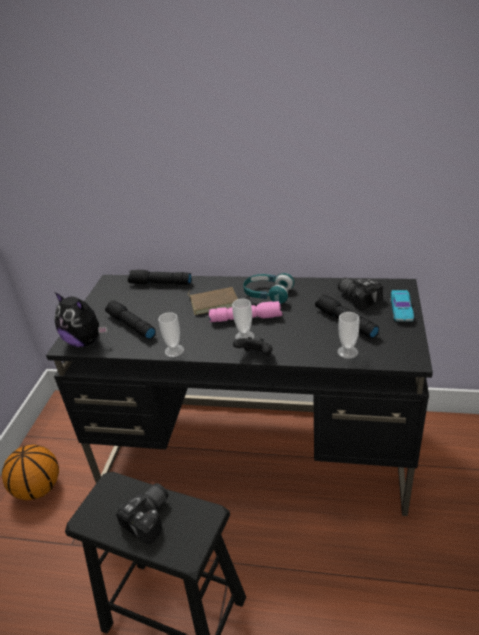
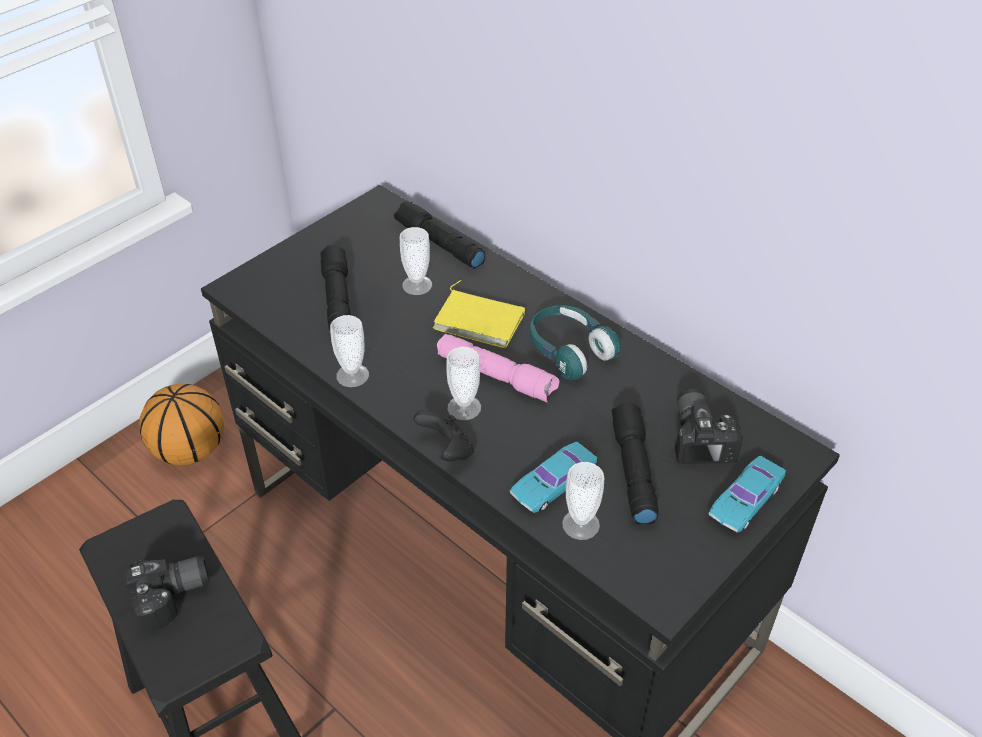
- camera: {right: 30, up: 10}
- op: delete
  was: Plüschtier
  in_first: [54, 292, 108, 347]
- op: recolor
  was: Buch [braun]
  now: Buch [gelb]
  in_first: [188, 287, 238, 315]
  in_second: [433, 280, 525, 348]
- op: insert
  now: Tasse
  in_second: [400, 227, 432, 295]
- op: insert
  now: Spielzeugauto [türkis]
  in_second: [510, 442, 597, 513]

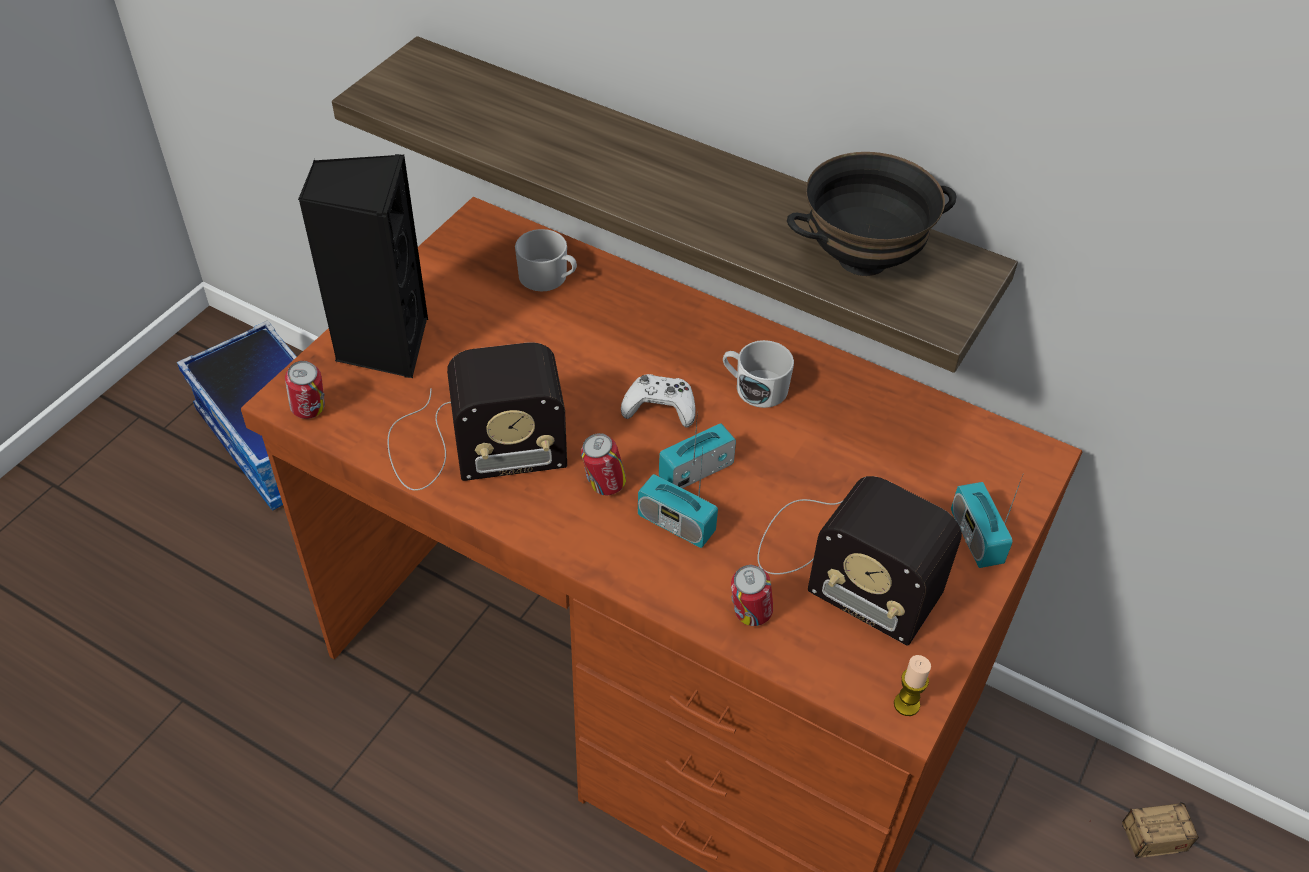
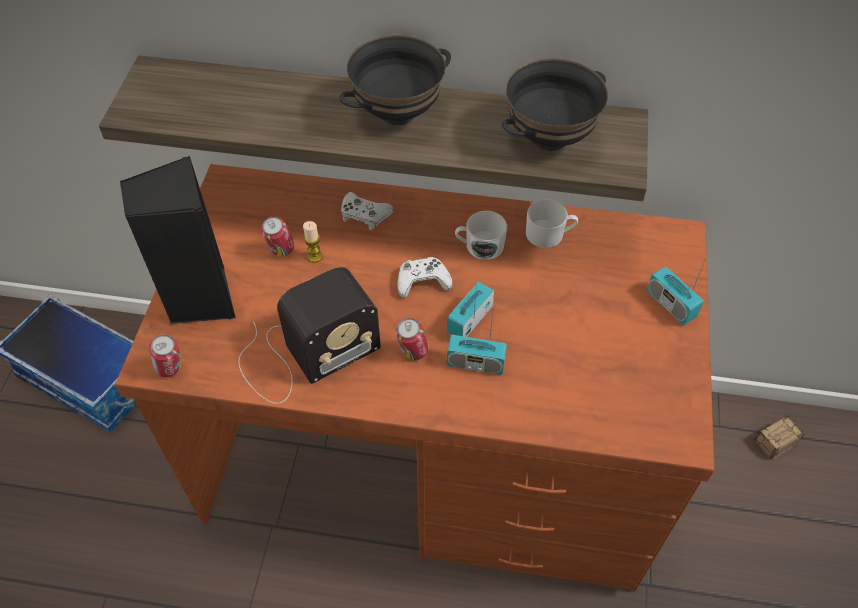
- camera: {right: -20, up: 5}
- op: move
  was: Henkelbecher [weiß]
  in_first: [515, 229, 577, 291]
  in_second: [526, 199, 578, 248]
- op: move
  was: Dose
  in_first: [731, 565, 773, 626]
  in_second: [262, 217, 294, 257]
- op: delete
  was: Radio
  in_first: [757, 476, 962, 646]
- op: move
  was: Kerze
  in_first: [894, 655, 931, 716]
  in_second: [303, 221, 323, 263]
- op: insert
  now: Schüssel [schwarz]
  in_second: [340, 35, 451, 125]
- op: insert
  now: Gamepad [weiß]
  in_second: [341, 192, 393, 230]

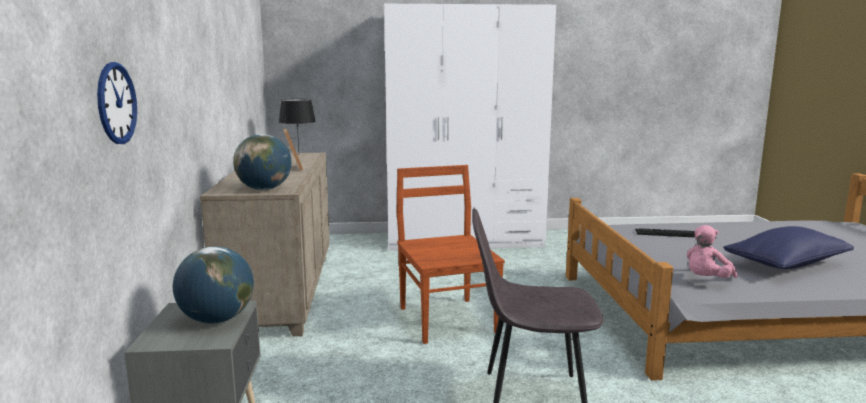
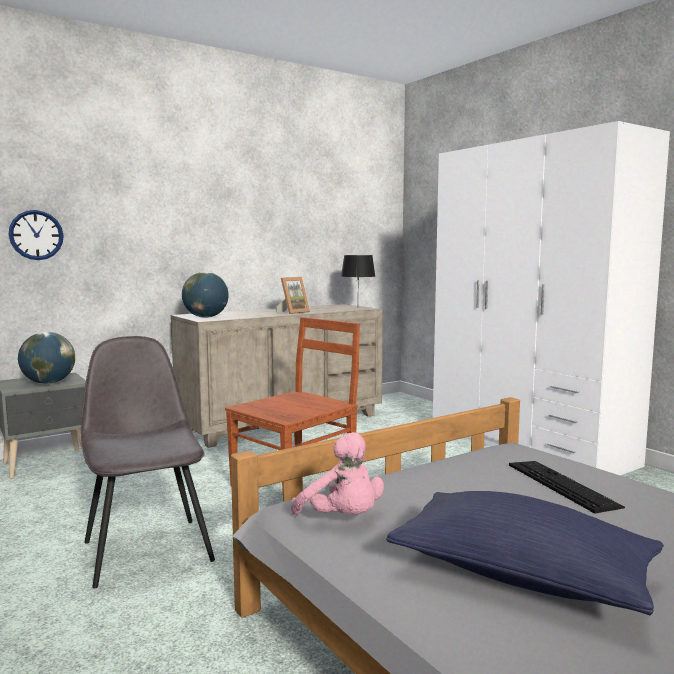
- camera: {right: 60, up: -5}
- op: rotate
  was: Plüschtier [rosa]
  in_first: [687, 225, 737, 278]
  in_second: [291, 432, 384, 515]
  clockwise: -150

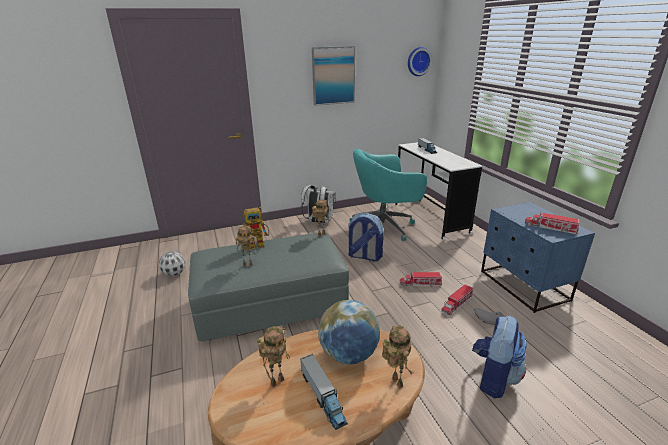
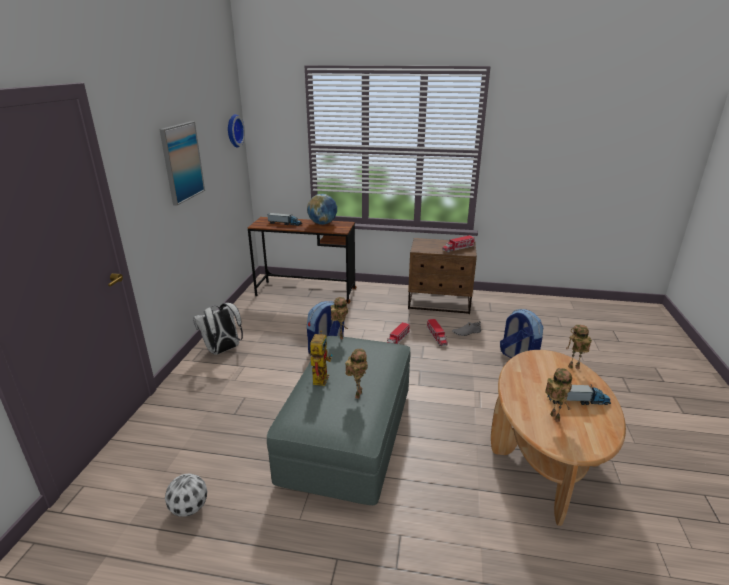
- camera: {right: -60, up: 0}
- op: move
  was: Globus
  in_first: [318, 300, 380, 365]
  in_second: [307, 194, 337, 225]
- op: delete
  was: Bürostuhl [türkis]
  in_first: [349, 148, 427, 241]
- op: recolor
  was: Schreibtisch [weiß]
  now: Schreibtisch [braun]
  in_first: [395, 142, 482, 241]
  in_second: [248, 217, 356, 304]
- op: recolor
  was: Nachttisch [blau]
  now: Nachttisch [braun]
  in_first: [481, 202, 595, 313]
  in_second: [408, 238, 477, 314]

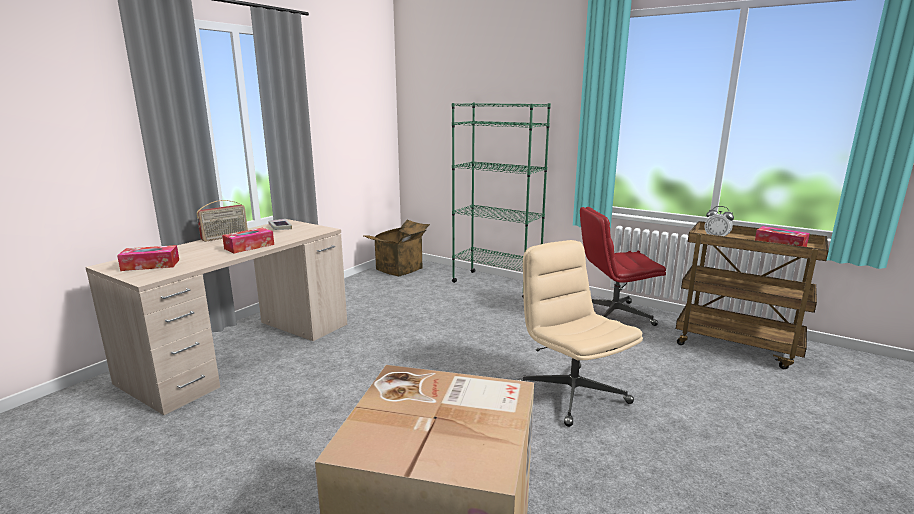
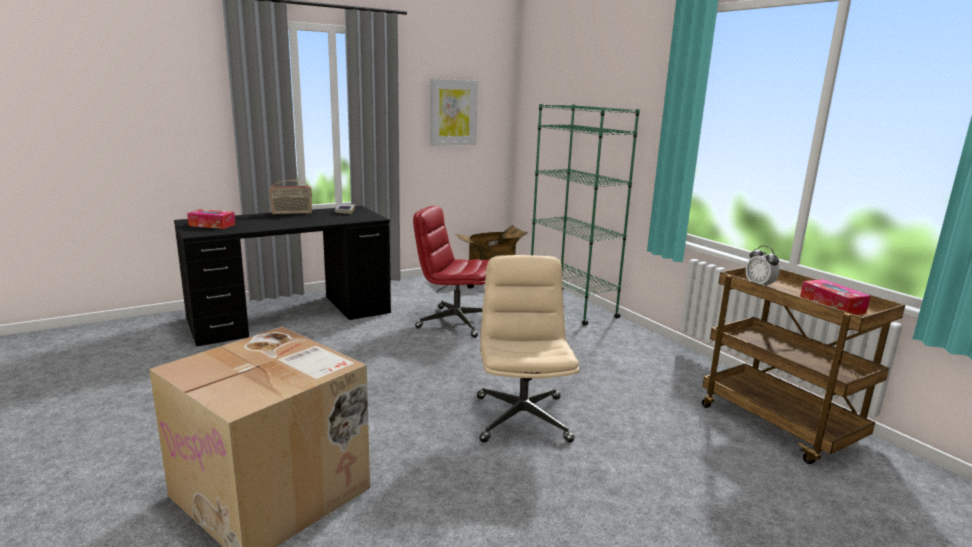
- camera: {right: 25, up: 0}
- op: recolor
  was: Schreibtisch [beige]
  now: Schreibtisch [schwarz]
  in_first: [85, 219, 347, 415]
  in_second: [174, 206, 391, 347]
- op: delete
  was: Taschentuchbox
  in_first: [222, 228, 274, 253]
- op: move
  was: Bürostuhl [rot]
  in_first: [580, 207, 666, 326]
  in_second: [413, 206, 489, 338]
- op: insert
  now: Bild
  in_second: [430, 79, 478, 146]

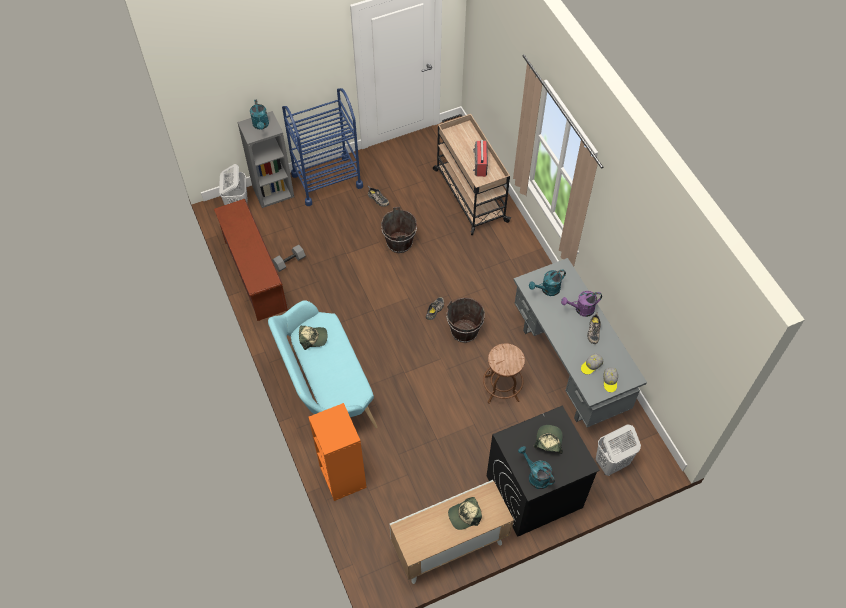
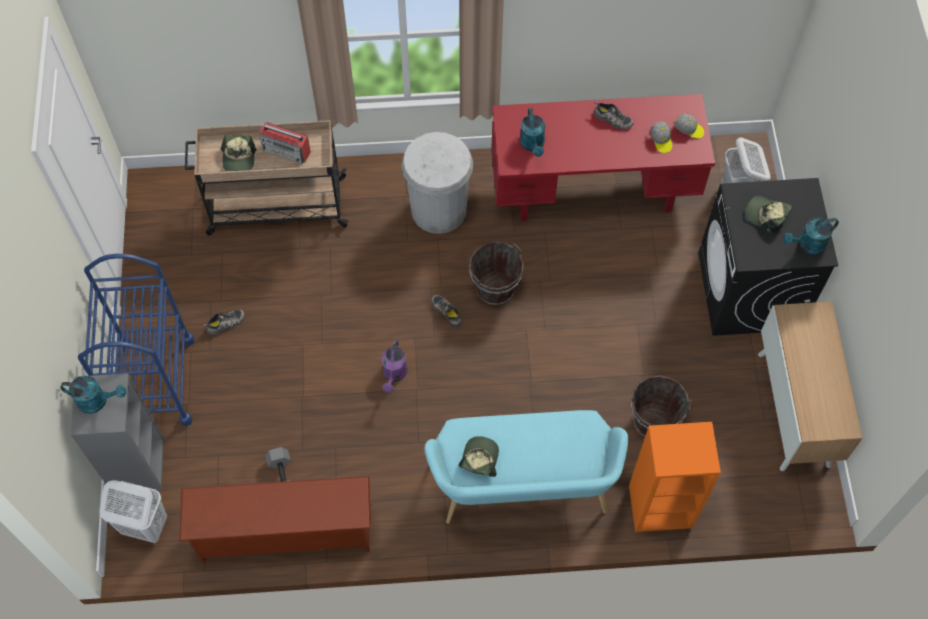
- camera: {right: -70, up: 5}
- op: move
  was: Eimer [braun]
  in_first: [381, 207, 417, 253]
  in_second: [631, 375, 691, 437]
- op: move
  was: Kappe
  in_first: [448, 497, 482, 530]
  in_second: [221, 135, 257, 171]
- op: delete
  was: Hocker [braun]
  in_first: [483, 343, 525, 403]
- op: recolor
  was: Schreibtisch [grau]
  now: Schreibtisch [rot]
  in_first: [513, 258, 647, 427]
  in_second: [491, 94, 715, 221]
- op: move
  was: Gießkanne [lila]
  in_first: [561, 291, 602, 317]
  in_second: [381, 340, 408, 393]
- op: insert
  now: Mülleimer [weiß]
  in_second: [401, 132, 473, 234]

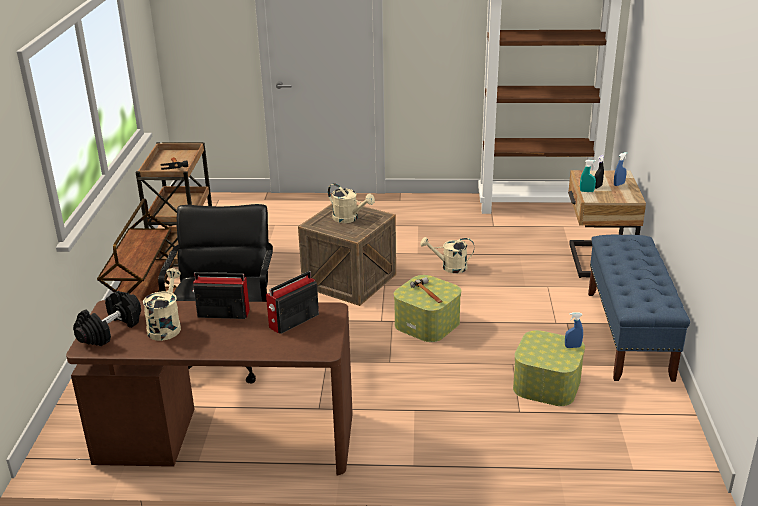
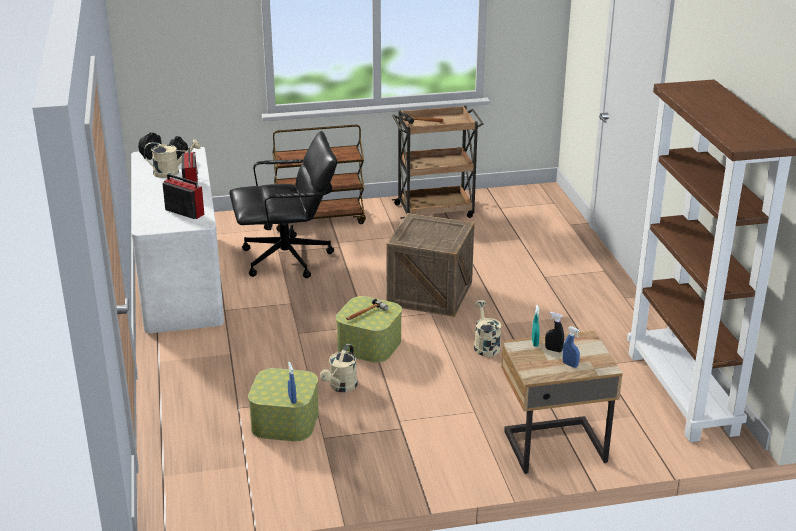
- camera: {right: 75, up: 0}
- op: recolor
  was: Schreibtisch [braun]
  now: Schreibtisch [weiß]
  in_first: [66, 300, 353, 476]
  in_second: [131, 147, 224, 333]
- op: move
  was: Gießkanne [beige]
  in_first: [328, 183, 375, 223]
  in_second: [320, 344, 358, 392]
- op: delete
  was: Bank [blau]
  in_first: [588, 234, 690, 382]

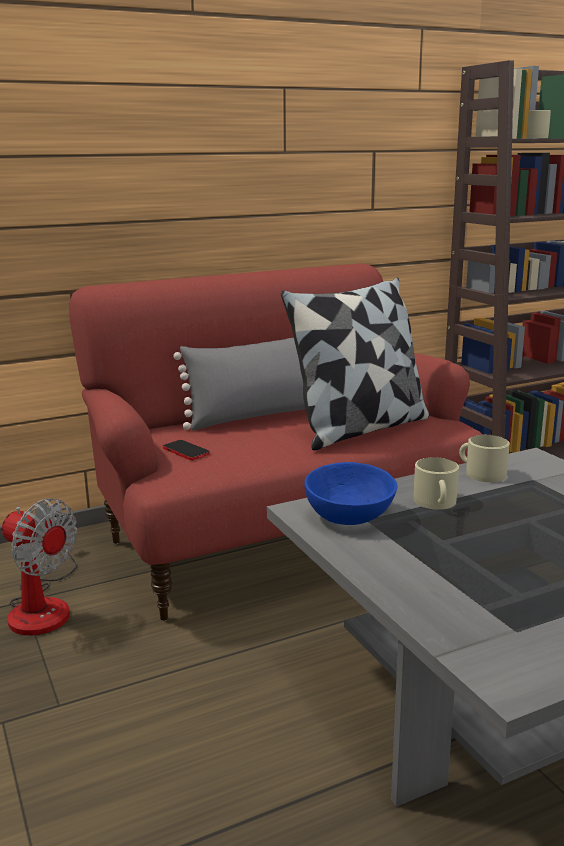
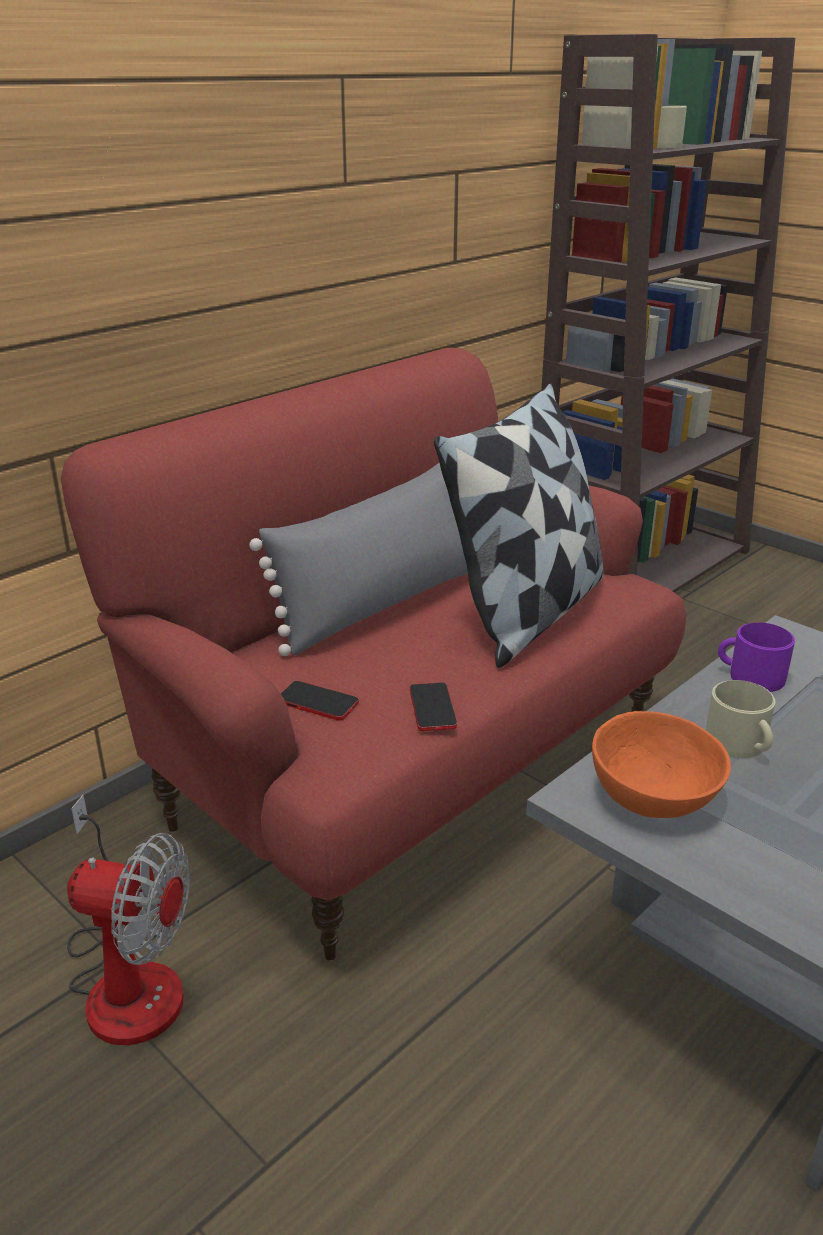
- camera: {right: -20, up: 10}
- op: recolor
  was: Schüssel [blau]
  now: Schüssel [orange]
  in_first: [304, 462, 397, 525]
  in_second: [592, 711, 731, 818]
- op: recolor
  was: Henkelbecher [beige]
  now: Henkelbecher [lila]
  in_first: [459, 435, 510, 482]
  in_second: [718, 623, 795, 692]
- op: insert
  now: Handy
  in_second: [410, 683, 457, 731]

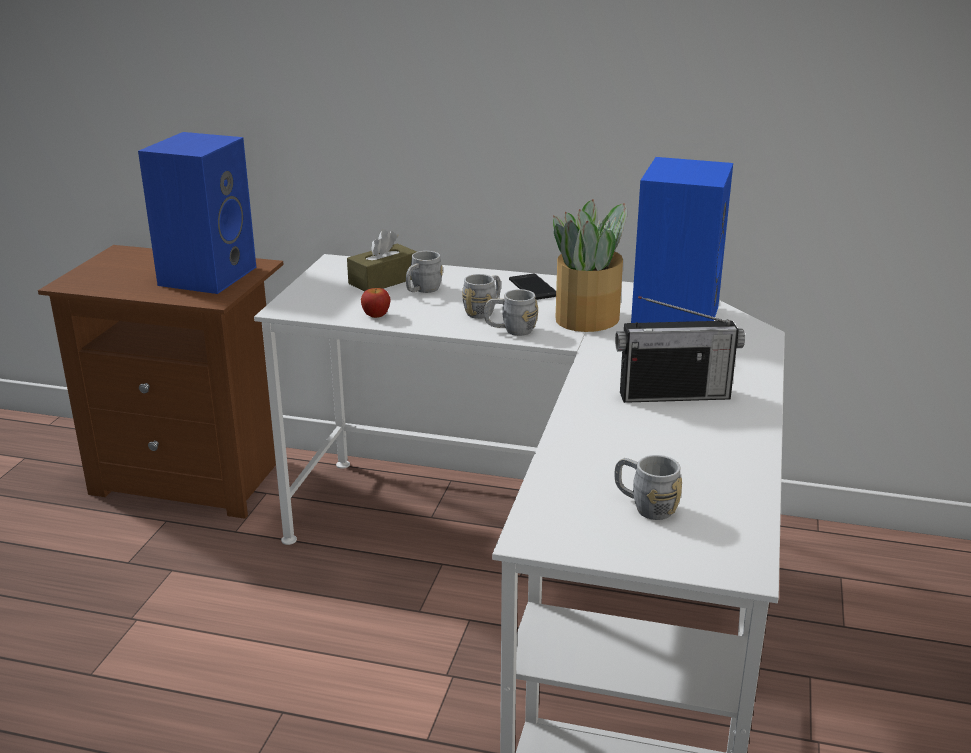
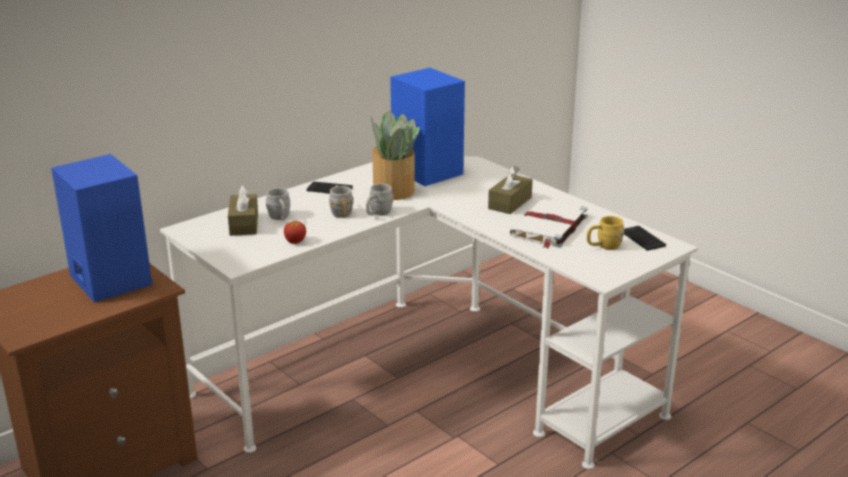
- camera: {right: -55, up: 0}
- op: recolor
  was: Henkelbecher [grau]
  now: Henkelbecher [gelb]
  in_first: [614, 455, 682, 520]
  in_second: [587, 216, 624, 250]
- op: replace
  was: Radio
  now: Taschentuchbox [braun]
  in_first: [615, 296, 745, 403]
  in_second: [488, 166, 533, 214]
- op: insert
  now: Buch [weiß]
  in_second: [509, 199, 588, 249]
- op: insert
  now: Handy
  in_second: [624, 226, 666, 251]

